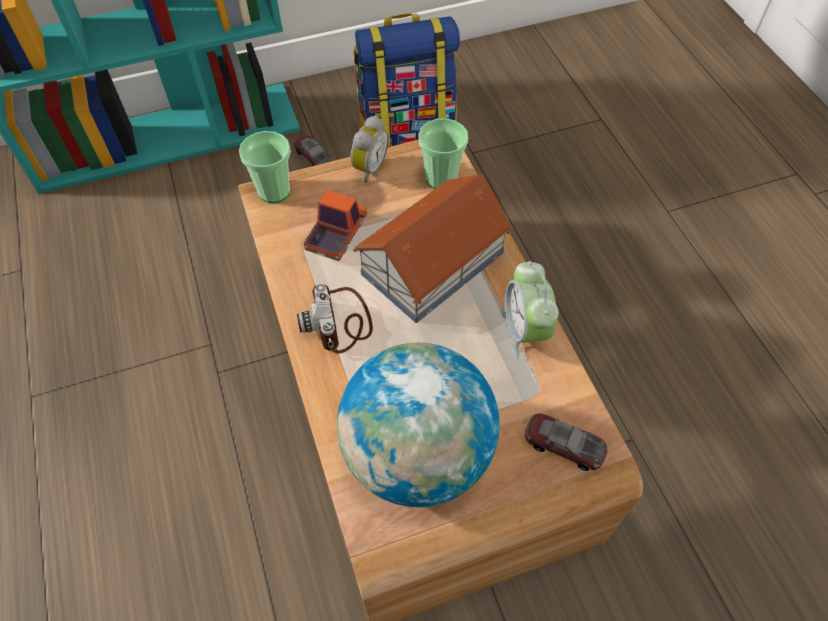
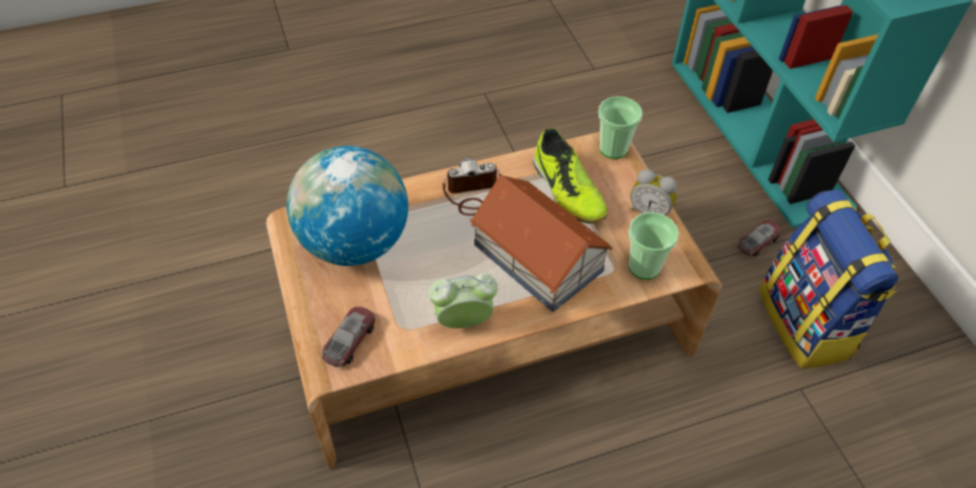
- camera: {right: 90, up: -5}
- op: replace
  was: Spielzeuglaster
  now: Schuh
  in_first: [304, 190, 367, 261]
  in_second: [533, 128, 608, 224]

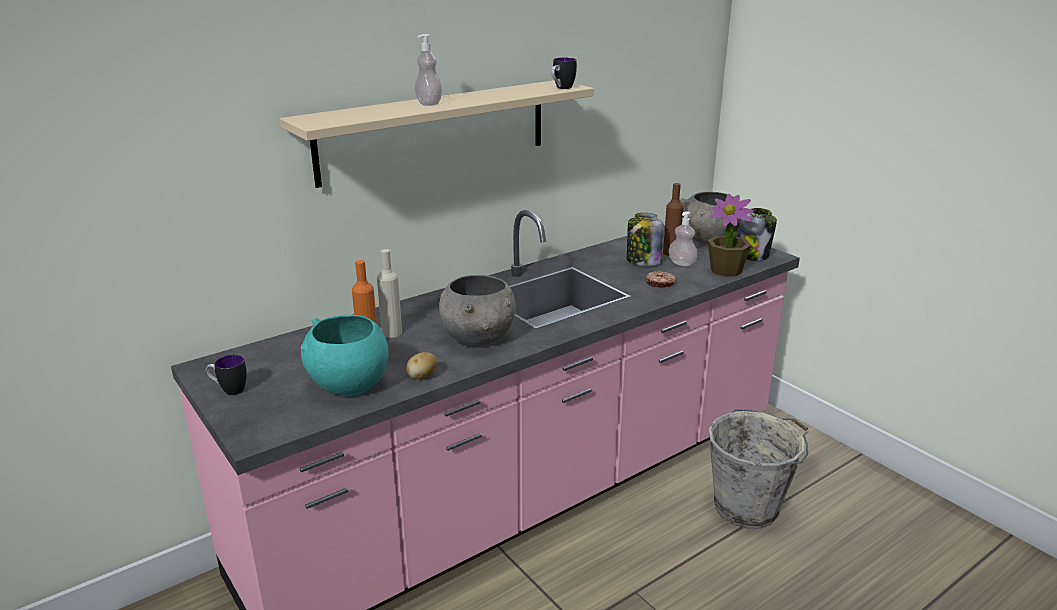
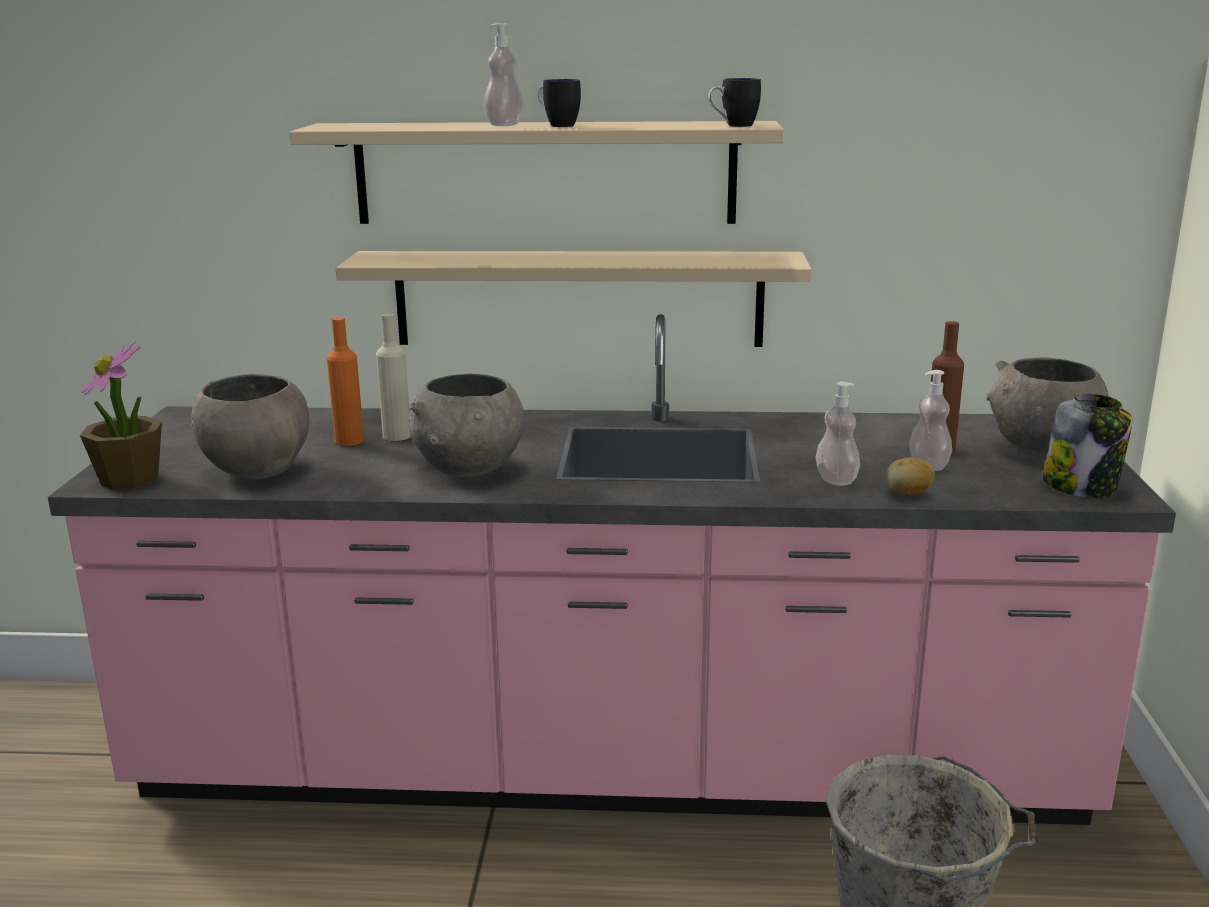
- camera: {right: 40, up: -5}
- op: move
  was: Henkelbecher
  in_first: [206, 355, 247, 395]
  in_second: [538, 79, 581, 127]
- op: recolor
  was: Schüssel [türkis]
  now: Schüssel [grau]
  in_first: [301, 315, 388, 396]
  in_second: [191, 374, 309, 480]
- op: move
  was: Kartoffel
  in_first: [406, 352, 437, 379]
  in_second: [886, 457, 935, 495]
- op: delete
  was: Vorratsglas
  in_first: [627, 213, 664, 266]
- op: replace
  was: Donut
  now: Seifenspender
  in_first: [646, 271, 676, 288]
  in_second: [816, 382, 860, 486]
- op: move
  was: Topfpflanze
  in_first: [708, 194, 754, 277]
  in_second: [80, 342, 162, 490]
- op: insert
  now: Wandregal [beige]
  in_second: [336, 251, 812, 347]

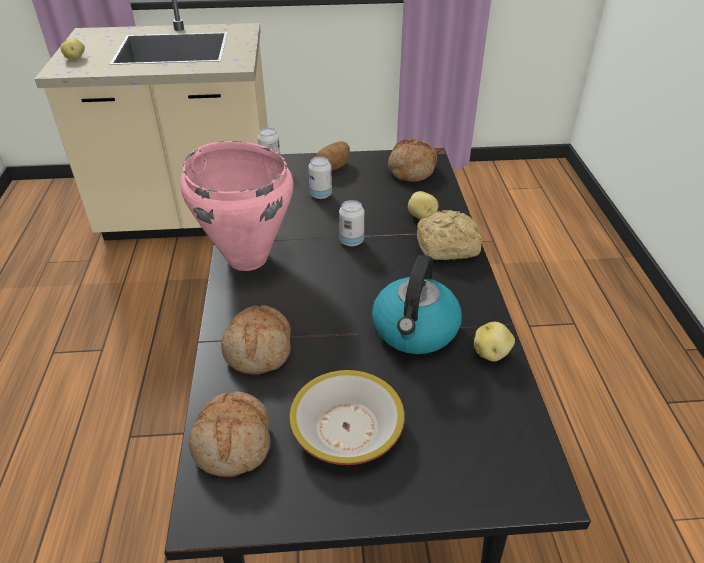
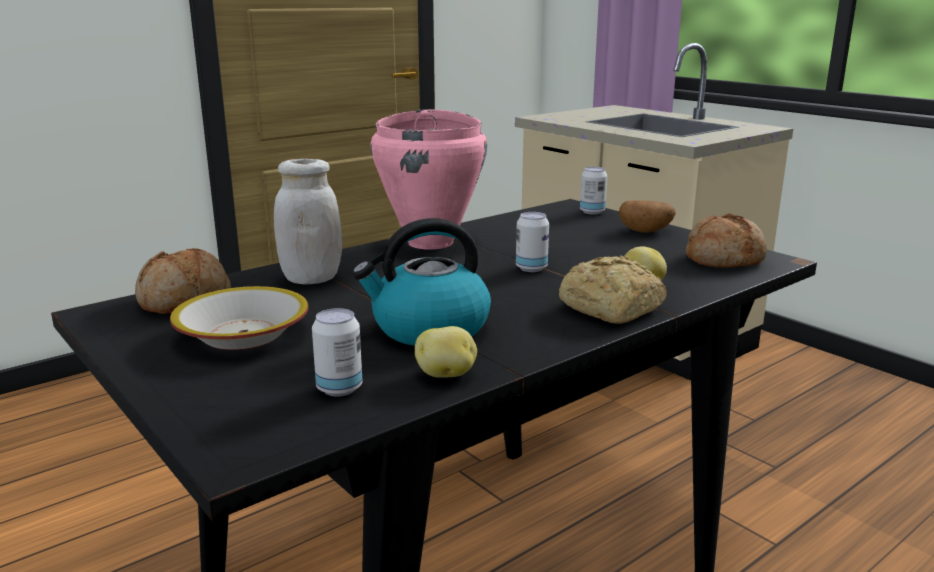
- camera: {right: 55, up: -20}
- op: delete
  was: Kartoffel
  in_first: [60, 37, 85, 60]
- op: replace
  was: Brot
  now: Vorratsglas [weiß]
  in_first: [221, 305, 291, 375]
  in_second: [274, 159, 342, 284]
- op: move
  was: Dose
  in_first: [309, 156, 332, 199]
  in_second: [312, 308, 362, 397]

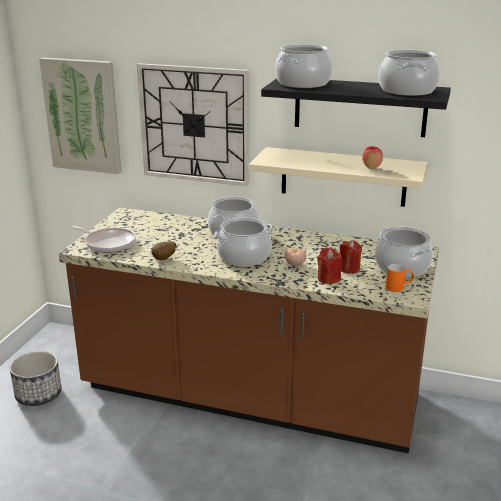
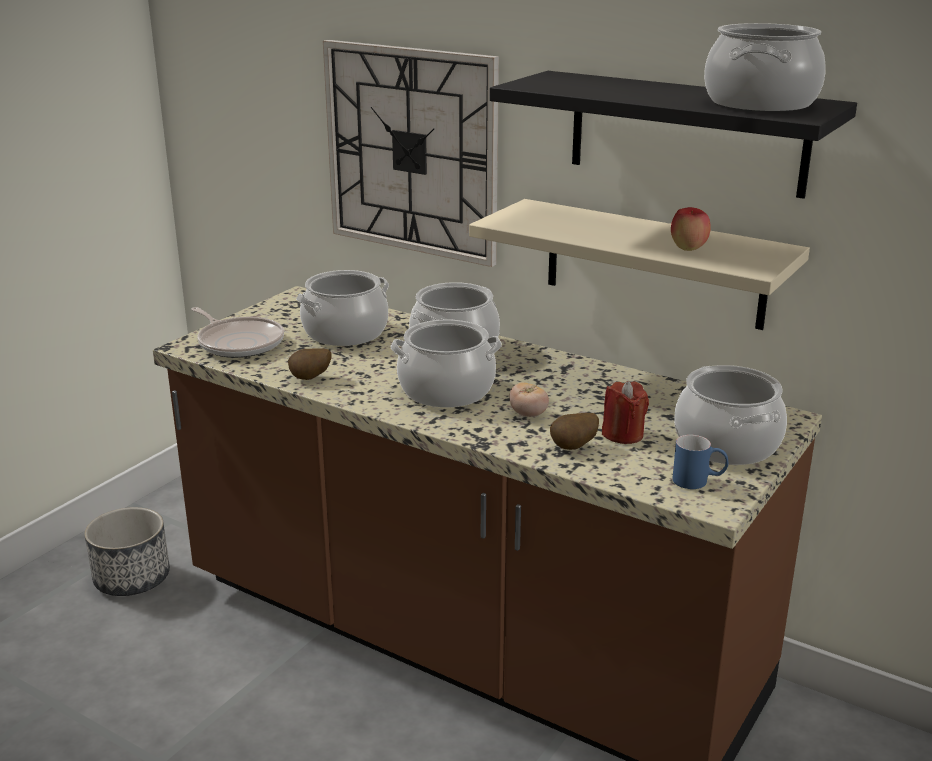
- camera: {right: 15, up: 0}
- op: delete
  was: Bild
  in_first: [39, 57, 122, 174]
- op: move
  was: Kochtopf
  in_first: [275, 44, 332, 88]
  in_second: [296, 270, 389, 346]
- op: replace
  was: Kerze [rot]
  now: Kartoffel
  in_first: [317, 247, 342, 284]
  in_second: [550, 413, 599, 450]
- op: recolor
  was: Henkelbecher [orange]
  now: Henkelbecher [blau]
  in_first: [386, 264, 414, 292]
  in_second: [672, 435, 728, 489]

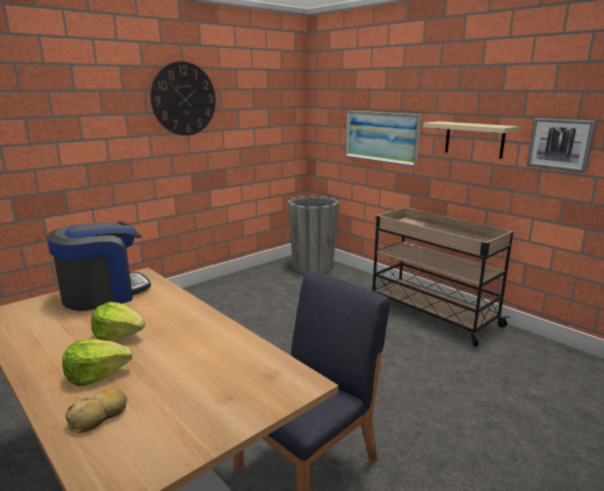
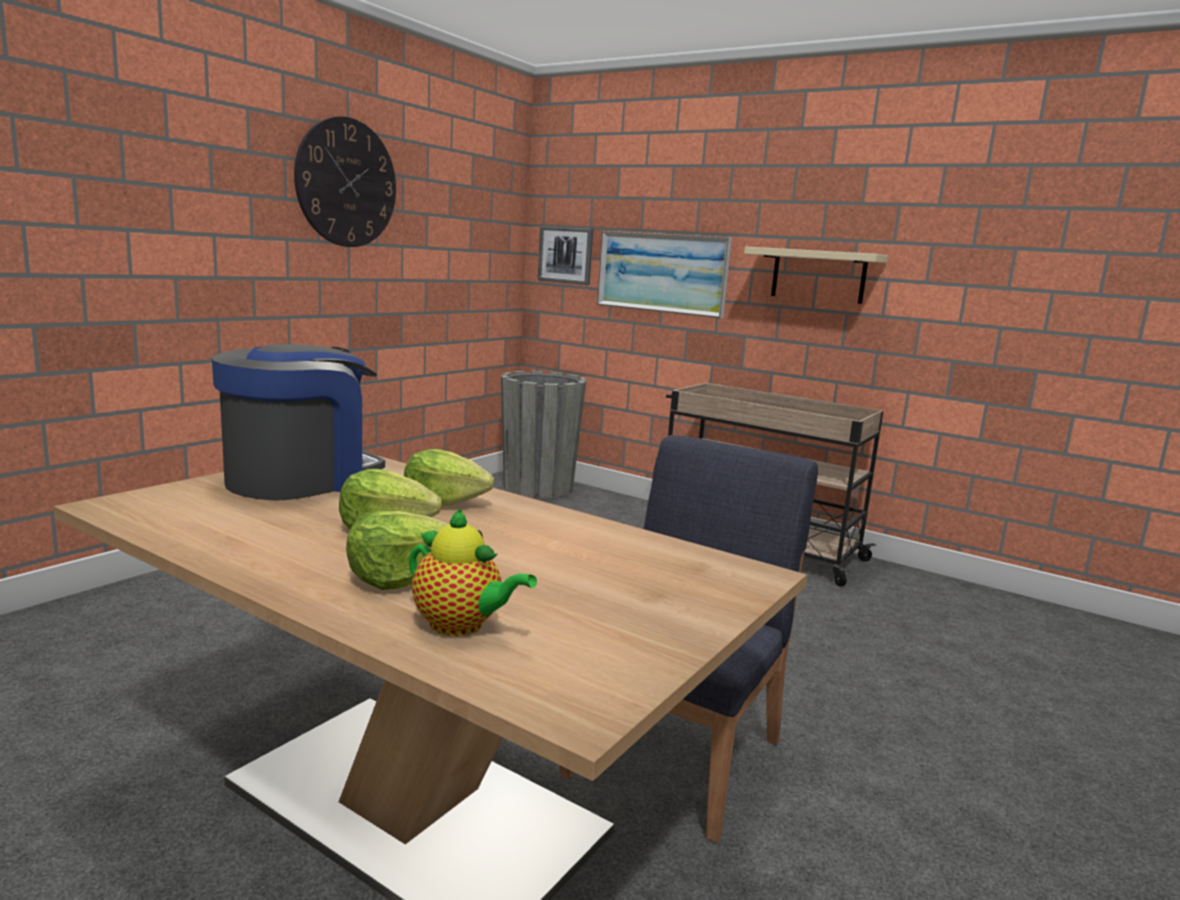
- camera: {right: -15, up: -5}
- op: replace
  was: Brot
  now: Teekanne
  in_first: [66, 387, 127, 433]
  in_second: [409, 508, 537, 636]
- op: move
  was: Bild
  in_first: [527, 118, 596, 173]
  in_second: [538, 226, 593, 285]
- op: insert
  now: Salatkopf
  in_second: [404, 449, 494, 507]

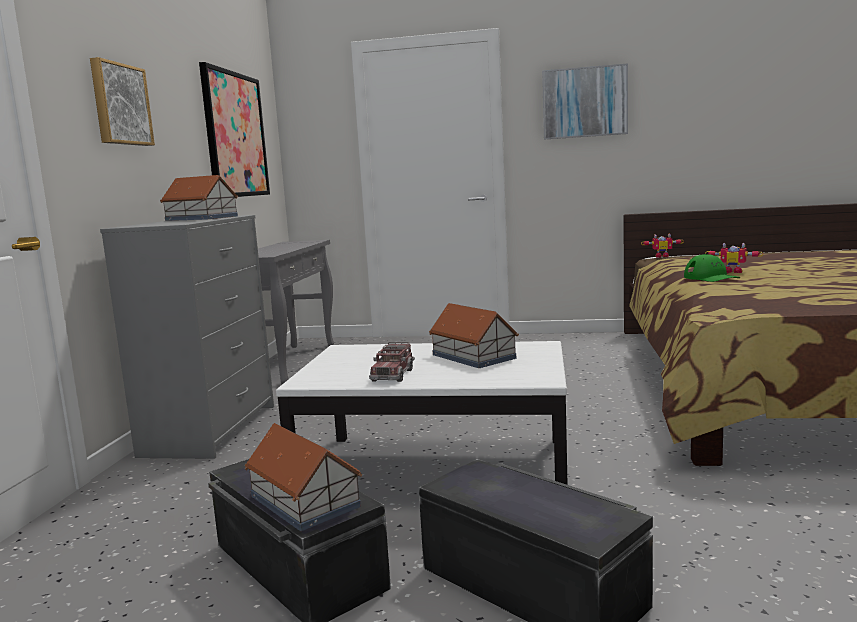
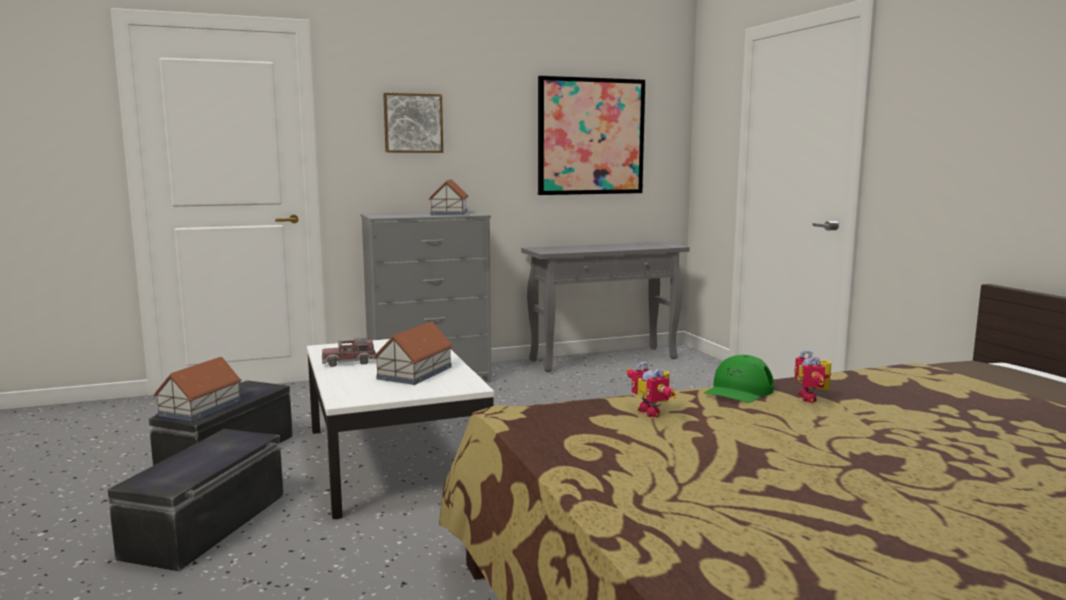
- camera: {right: 60, up: 0}
- op: delete
  was: Bild
  in_first: [542, 63, 628, 140]
- op: move
  was: Spielzeugroboter
  in_first: [641, 234, 684, 258]
  in_second: [626, 361, 677, 417]

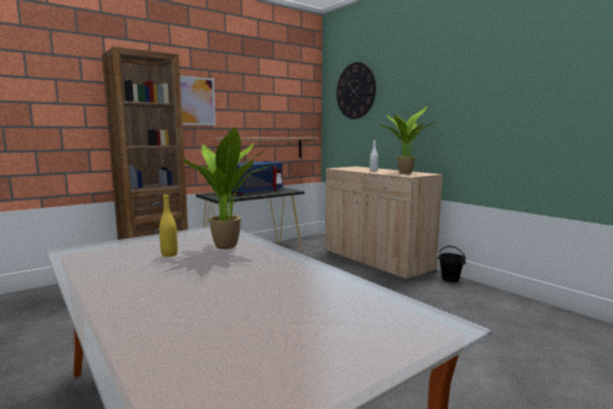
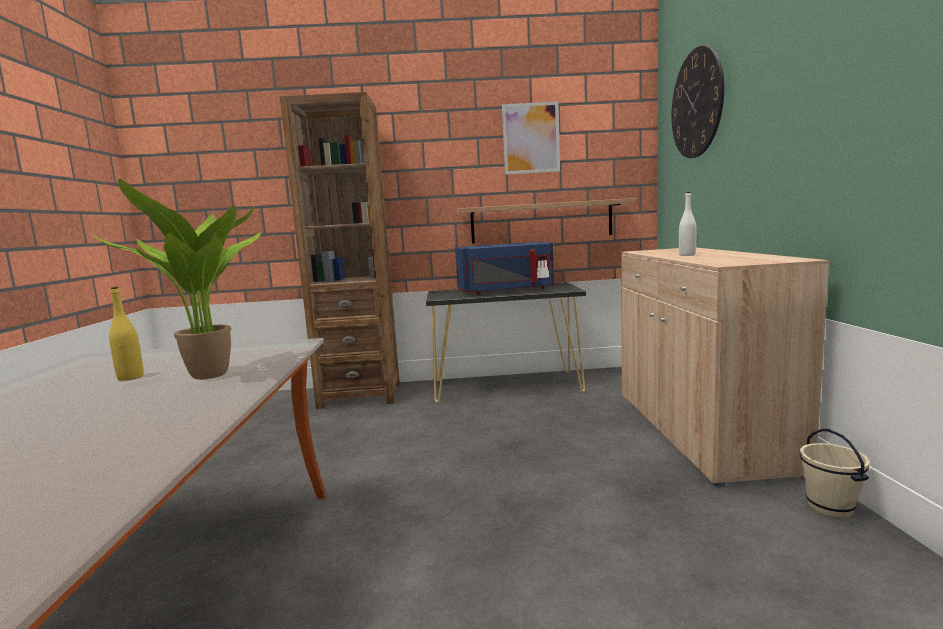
- camera: {right: 35, up: 0}
- op: move
  was: Bild
  in_first: [180, 75, 216, 125]
  in_second: [502, 102, 560, 175]
- op: delete
  was: Topfpflanze
  in_first: [379, 106, 436, 174]
- op: recolor
  was: Eimer [schwarz]
  now: Eimer [beige]
  in_first: [438, 246, 466, 282]
  in_second: [800, 429, 870, 518]

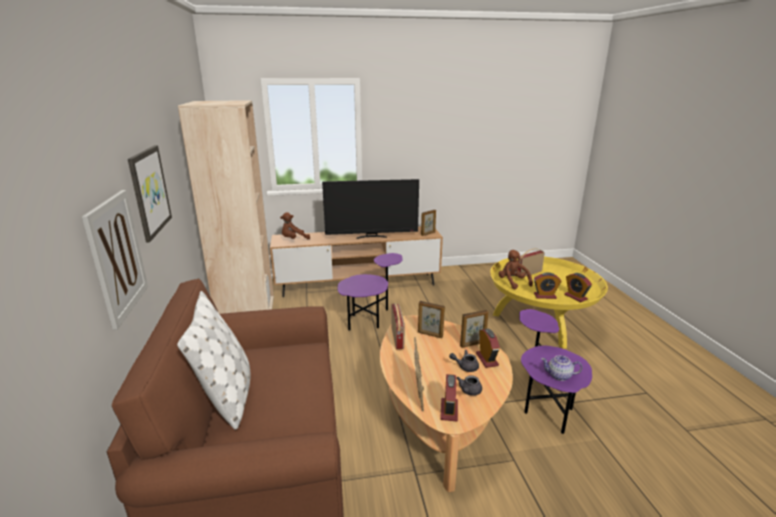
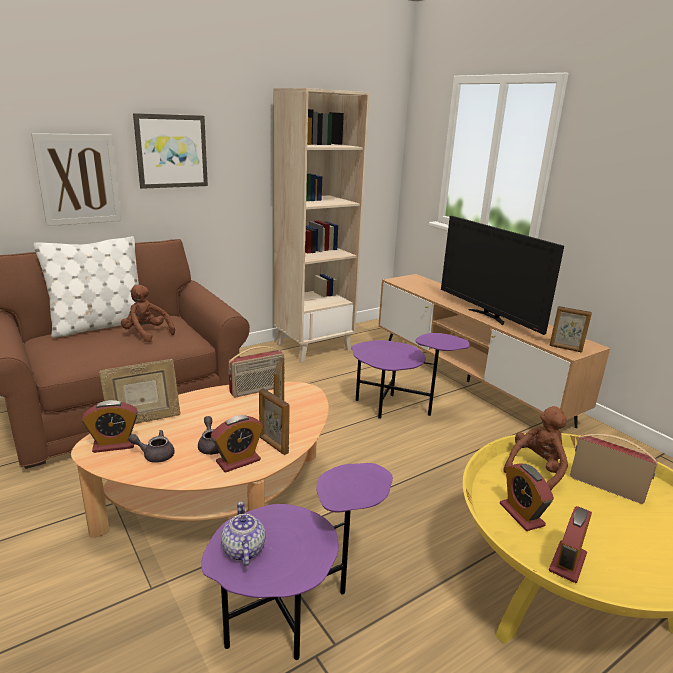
- camera: {right: 65, up: 0}
- op: move
  was: Plüschtier [braun]
  in_first: [280, 212, 310, 240]
  in_second: [121, 284, 175, 343]

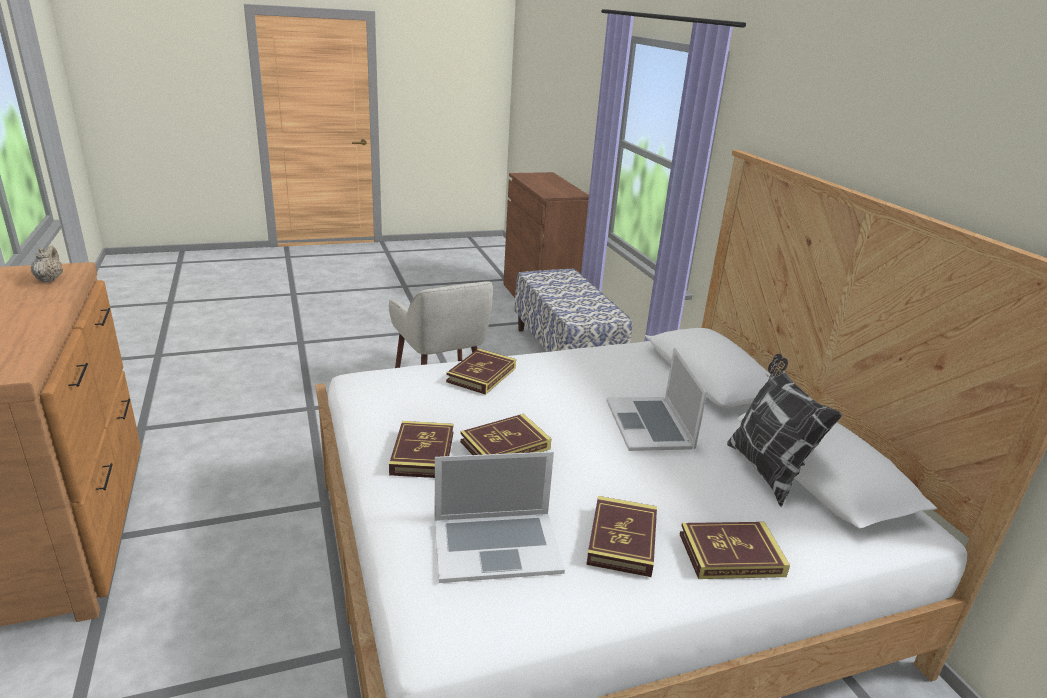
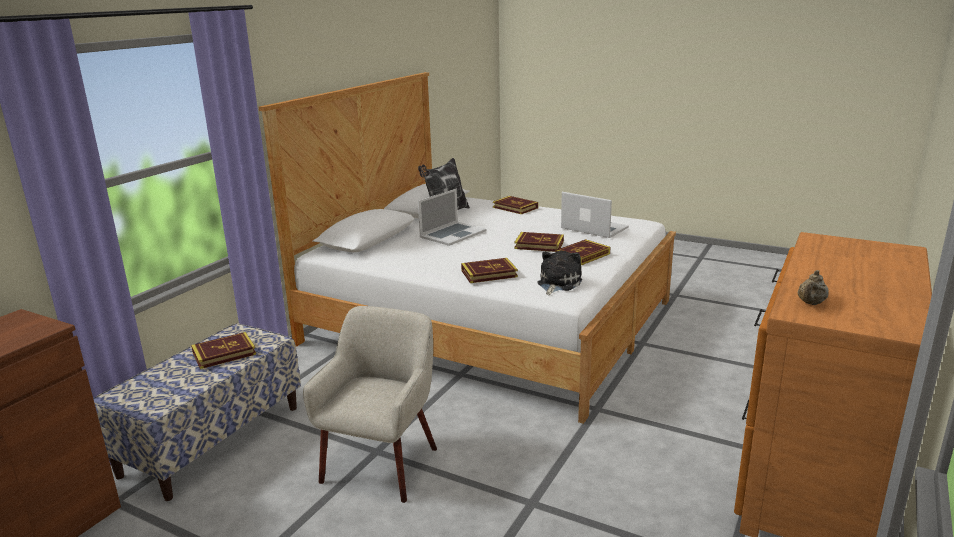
- camera: {right: -130, up: -5}
- op: move
  was: Buch
  in_first: [586, 496, 657, 577]
  in_second: [191, 332, 256, 369]
- op: insert
  now: Plüschtier
  in_second: [537, 251, 582, 295]

